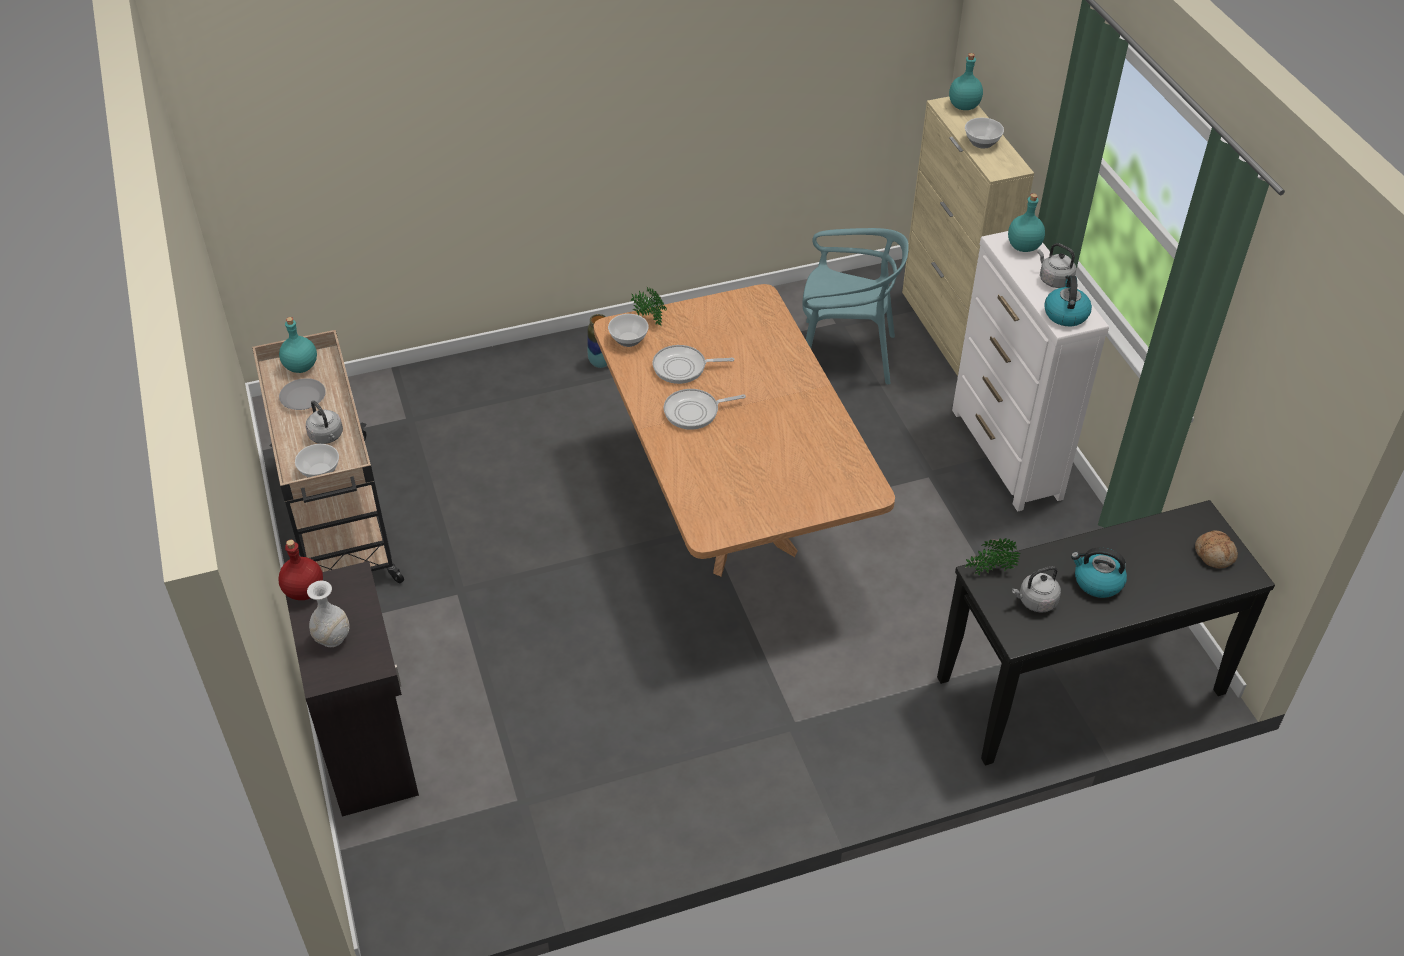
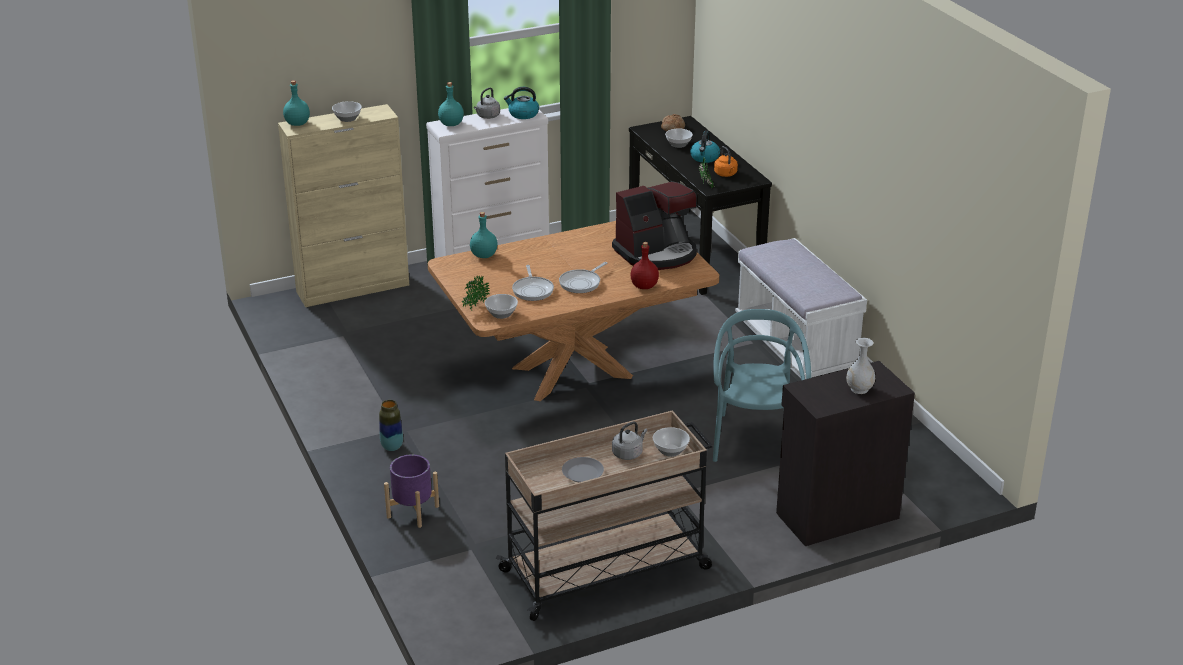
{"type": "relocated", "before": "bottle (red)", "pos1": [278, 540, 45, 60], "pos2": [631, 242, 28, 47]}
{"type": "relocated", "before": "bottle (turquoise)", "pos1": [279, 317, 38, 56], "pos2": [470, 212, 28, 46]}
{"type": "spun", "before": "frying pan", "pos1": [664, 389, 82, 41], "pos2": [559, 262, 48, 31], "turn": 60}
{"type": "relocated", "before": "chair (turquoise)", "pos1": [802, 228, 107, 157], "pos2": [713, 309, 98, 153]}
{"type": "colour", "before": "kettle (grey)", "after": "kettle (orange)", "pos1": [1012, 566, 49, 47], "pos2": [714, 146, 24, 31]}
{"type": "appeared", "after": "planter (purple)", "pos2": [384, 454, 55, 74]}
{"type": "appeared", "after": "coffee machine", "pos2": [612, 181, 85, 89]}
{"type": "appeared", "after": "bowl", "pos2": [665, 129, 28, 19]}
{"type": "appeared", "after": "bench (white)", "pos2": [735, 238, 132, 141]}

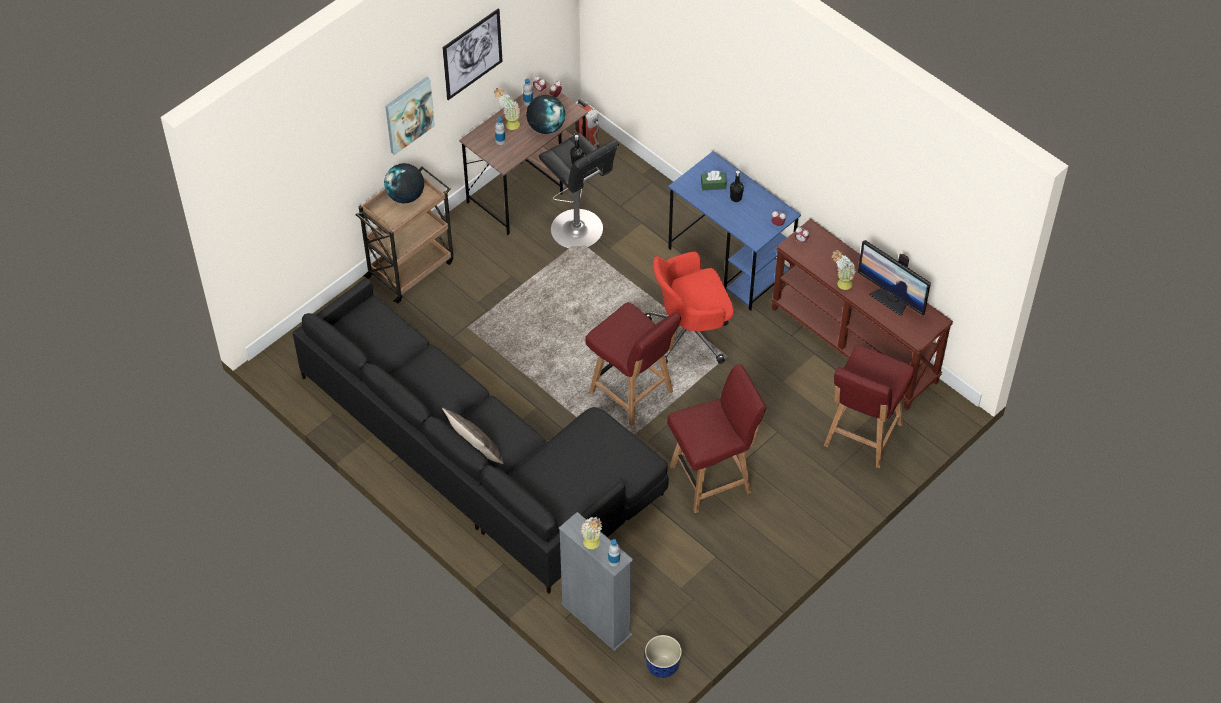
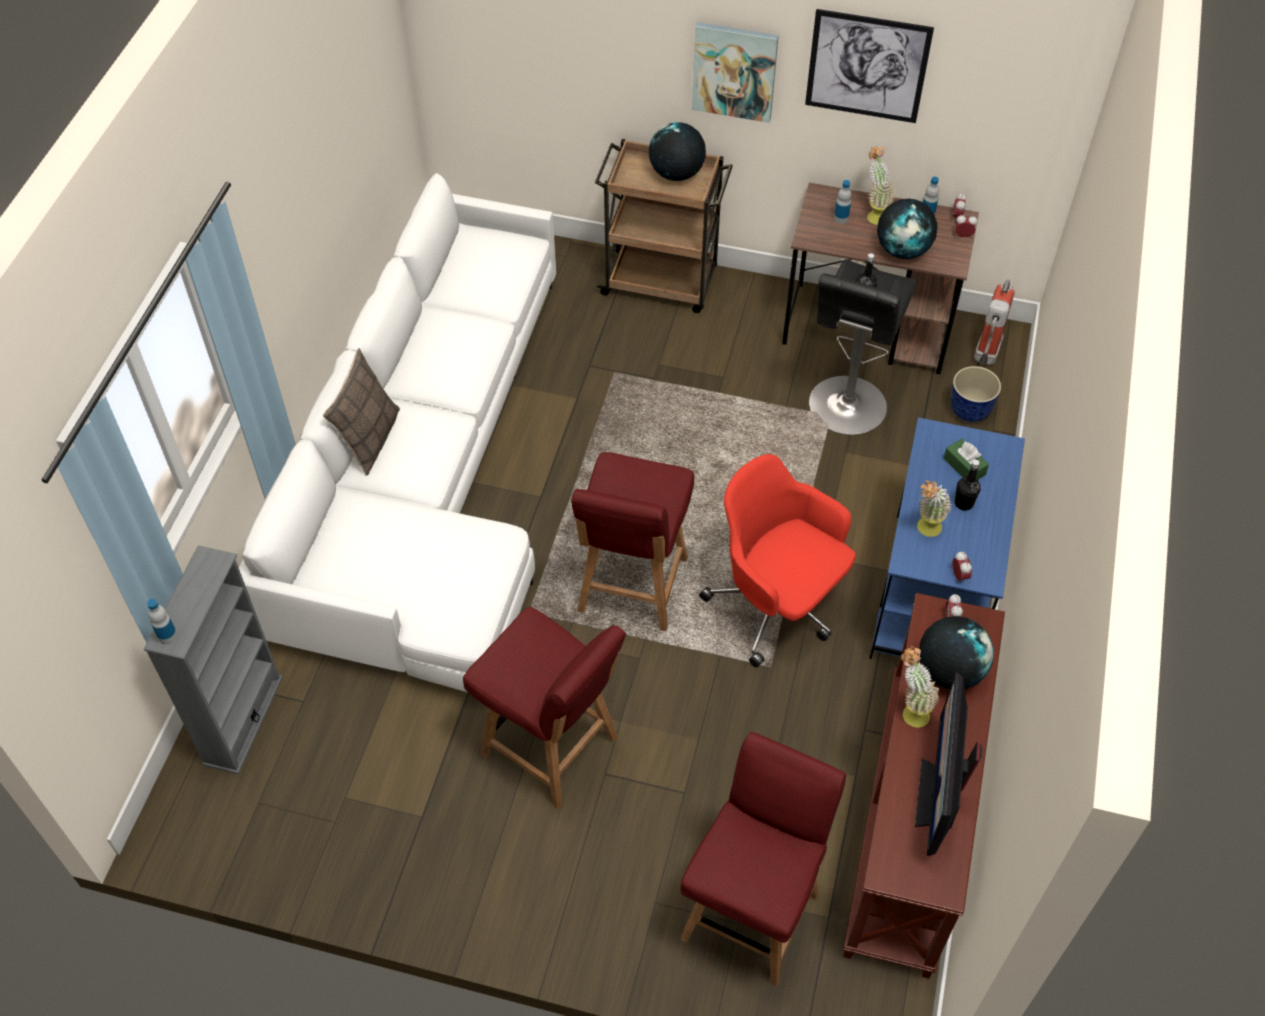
{"type": "colour", "before": "sofa (black)", "after": "sofa (white)", "pos1": [292, 278, 377, 316], "pos2": [239, 173, 317, 519]}
{"type": "relocated", "before": "potted plant", "pos1": [581, 516, 21, 33], "pos2": [917, 480, 34, 57]}
{"type": "relocated", "before": "planter", "pos1": [645, 635, 37, 43], "pos2": [950, 366, 51, 56]}
{"type": "spun", "before": "chair (red)", "pos1": [824, 345, 91, 123], "pos2": [680, 732, 167, 254], "turn": 120}
{"type": "appeared", "after": "globe", "pos2": [919, 616, 75, 73]}

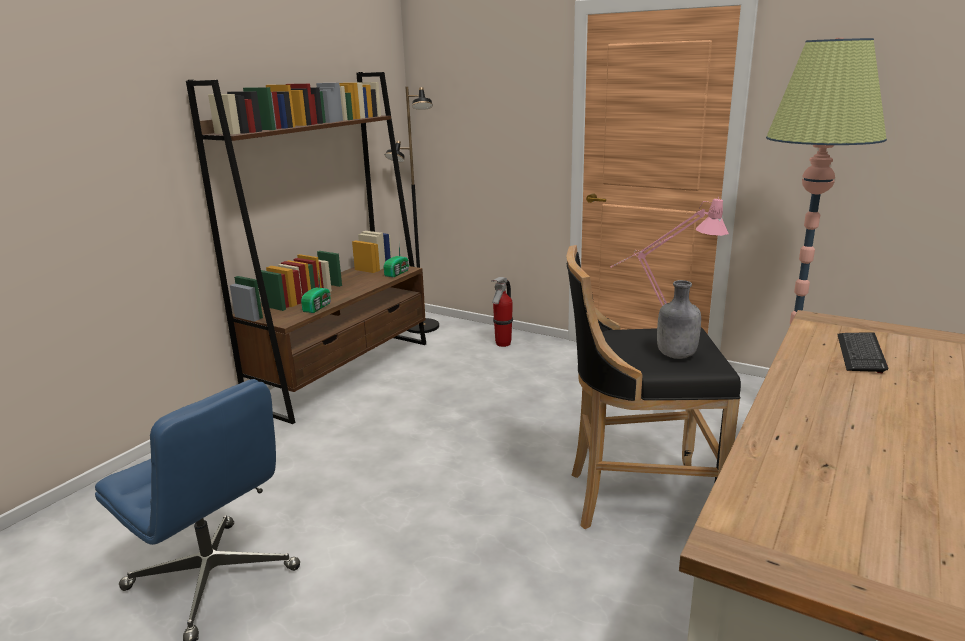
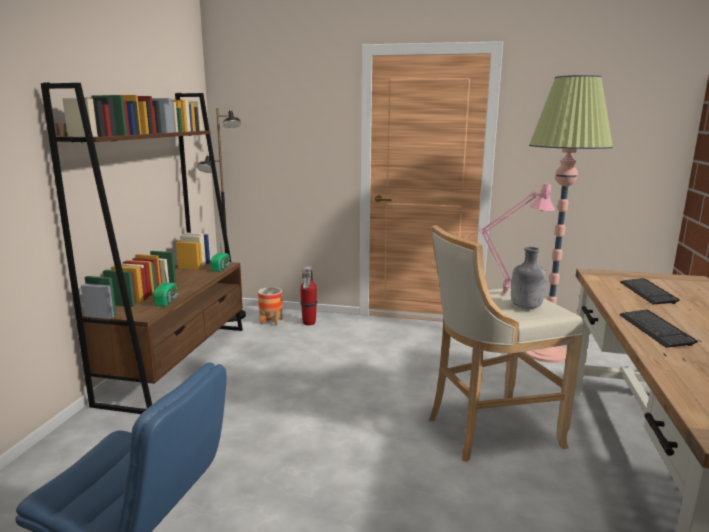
{"type": "colour", "before": "stool (black)", "after": "stool (beige)", "pos1": [566, 245, 175, 284], "pos2": [429, 225, 154, 237]}
{"type": "appeared", "after": "planter", "pos2": [258, 287, 25, 39]}
{"type": "appeared", "after": "keyboard", "pos2": [619, 310, 79, 38]}

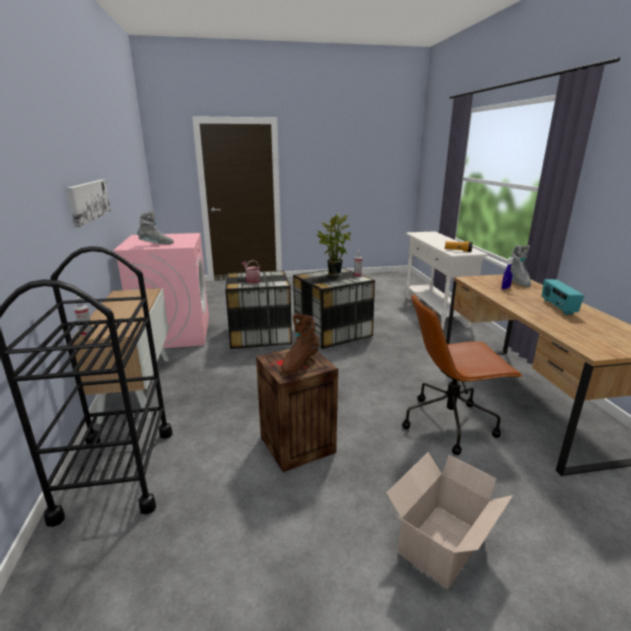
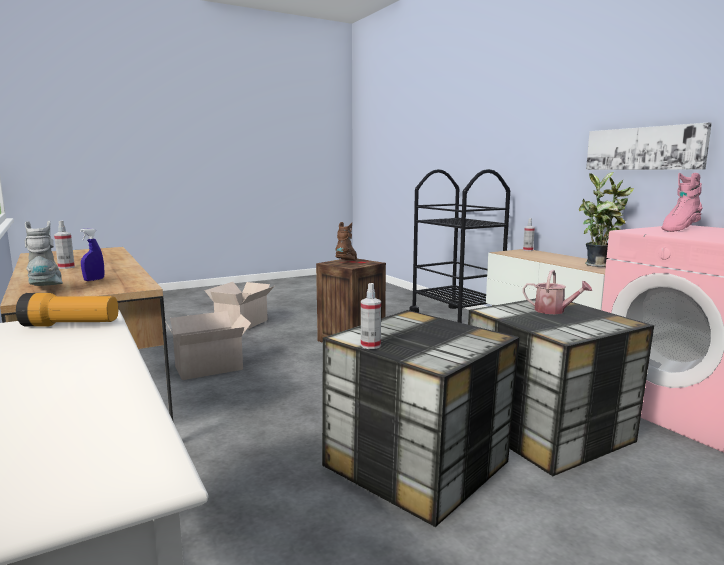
{"type": "colour", "before": "boot (grey)", "after": "boot (pink)", "pos1": [137, 210, 37, 34], "pos2": [662, 173, 40, 59]}
{"type": "relocated", "before": "potted plant", "pos1": [317, 213, 34, 63], "pos2": [579, 172, 55, 95]}
{"type": "exchanged", "before": "office chair (brown)", "after": "cardboard box", "pos1": [402, 293, 120, 162], "pos2": [165, 311, 86, 69]}
{"type": "exchanged", "before": "radio", "after": "spray bottle", "pos1": [542, 279, 42, 36], "pos2": [54, 221, 21, 48]}

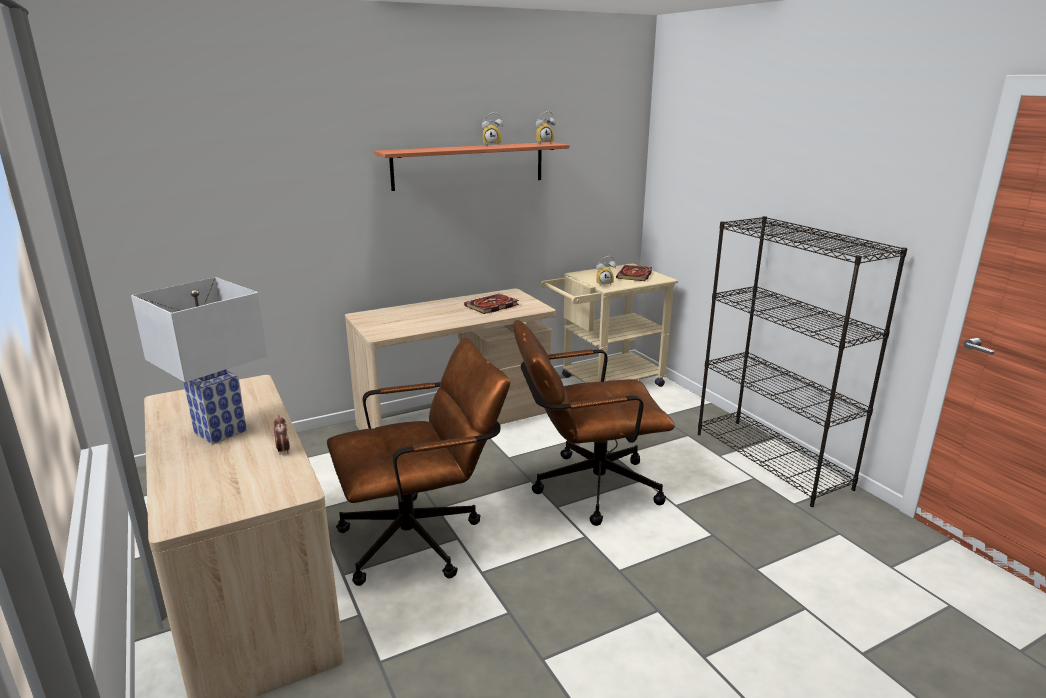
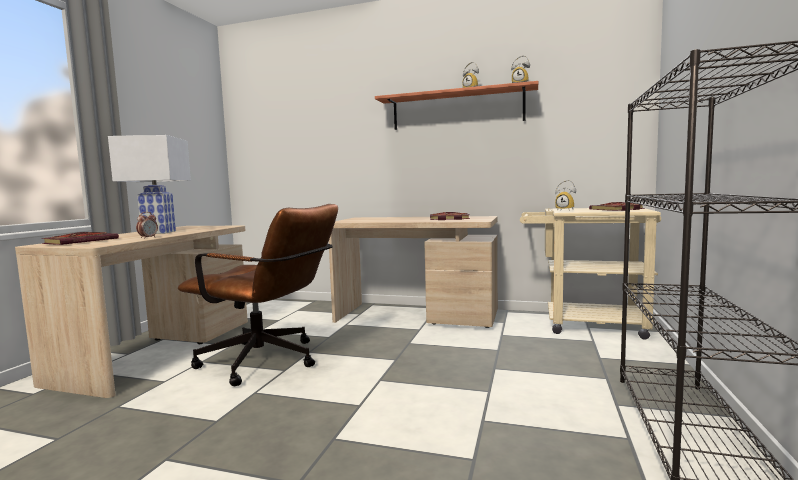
{"type": "missing", "before": "office chair (brown)", "pos1": [513, 320, 162, 206]}
{"type": "appeared", "after": "book", "pos2": [41, 232, 78, 13]}

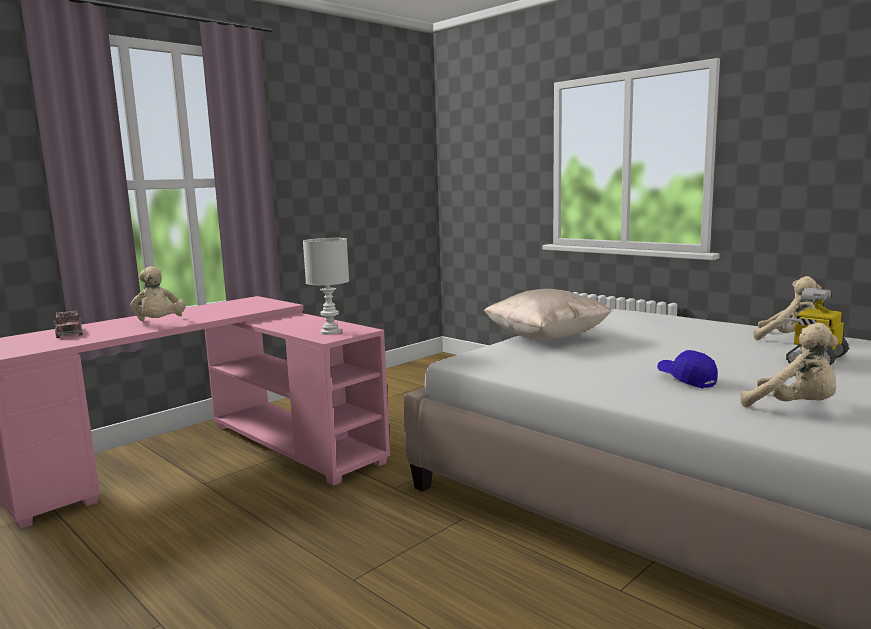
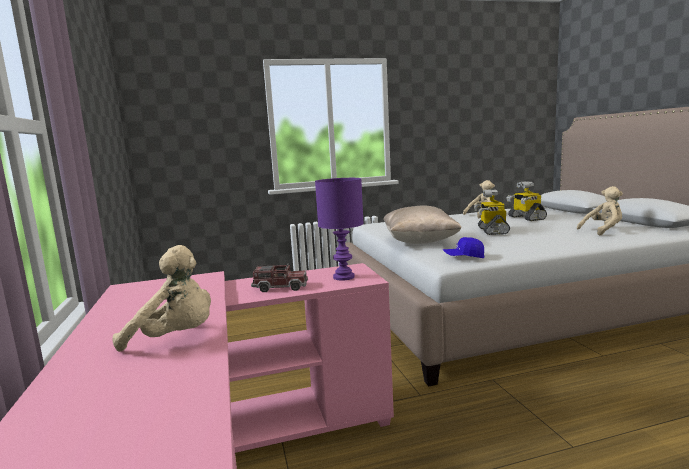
{"type": "relocated", "before": "toy truck", "pos1": [53, 309, 30, 29], "pos2": [251, 263, 57, 29]}
{"type": "colour", "before": "table lamp (white)", "after": "table lamp (purple)", "pos1": [303, 238, 46, 97], "pos2": [315, 178, 49, 103]}
{"type": "relocated", "before": "cap (blue)", "pos1": [657, 350, 61, 38], "pos2": [443, 237, 41, 21]}
{"type": "appeared", "after": "toy robot", "pos2": [474, 189, 36, 46]}

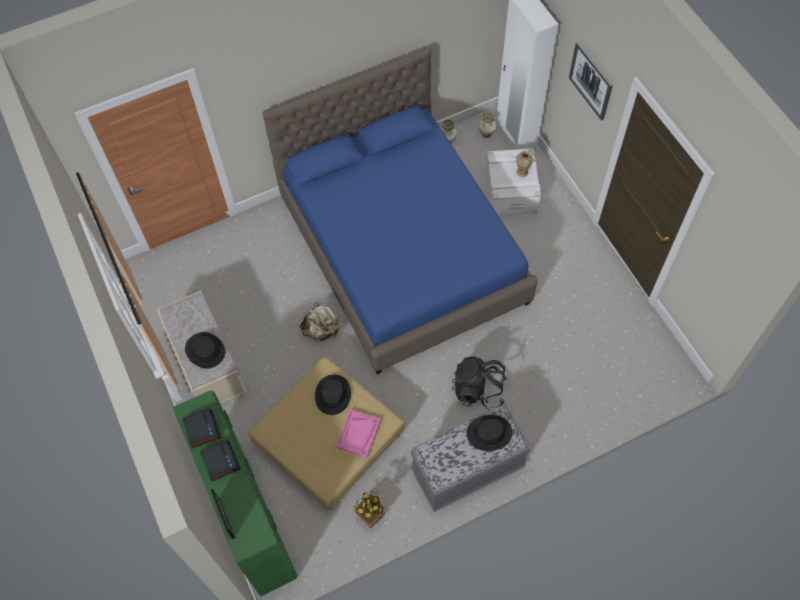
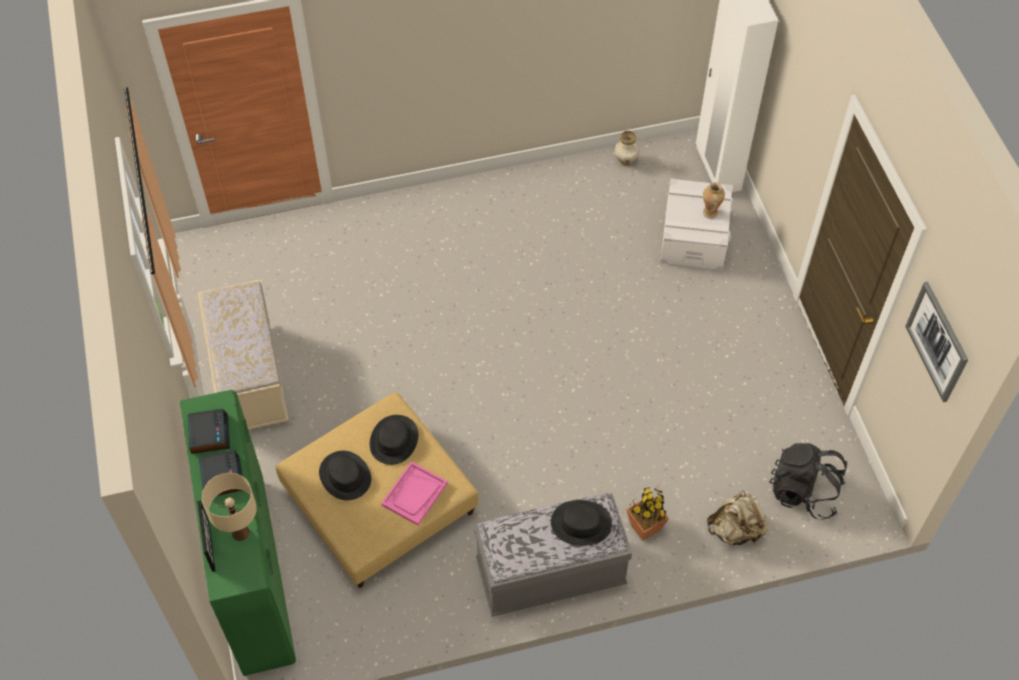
{"type": "relocated", "before": "hat (black)", "pos1": [185, 332, 40, 37], "pos2": [319, 451, 52, 49]}
{"type": "missing", "before": "bed (blue)", "pos1": [263, 47, 274, 327]}
{"type": "relocated", "before": "backpack (beige)", "pos1": [300, 302, 42, 39], "pos2": [707, 490, 61, 55]}
{"type": "relocated", "before": "potted plant", "pos1": [353, 491, 34, 37], "pos2": [626, 487, 43, 54]}
{"type": "relocated", "before": "backpack (black)", "pos1": [452, 356, 55, 54], "pos2": [769, 443, 78, 77]}
{"type": "missing", "before": "vase", "pos1": [478, 112, 19, 26]}
{"type": "relocated", "before": "picture", "pos1": [569, 42, 44, 79], "pos2": [905, 282, 63, 120]}
{"type": "appeared", "after": "table lamp (beige)", "pos2": [202, 473, 55, 68]}

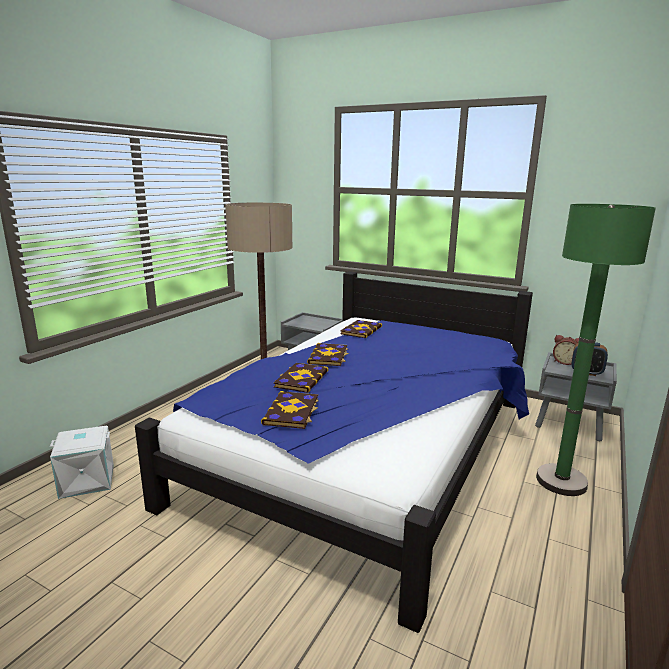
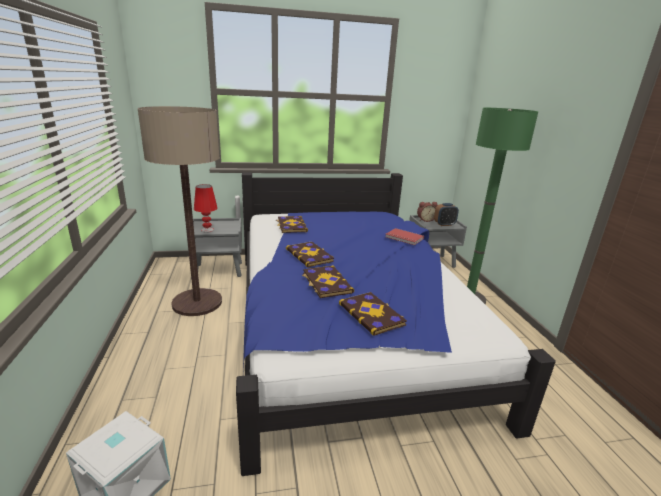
{"type": "appeared", "after": "table lamp (red)", "pos2": [194, 184, 24, 49]}
{"type": "appeared", "after": "book (red)", "pos2": [386, 228, 38, 17]}

